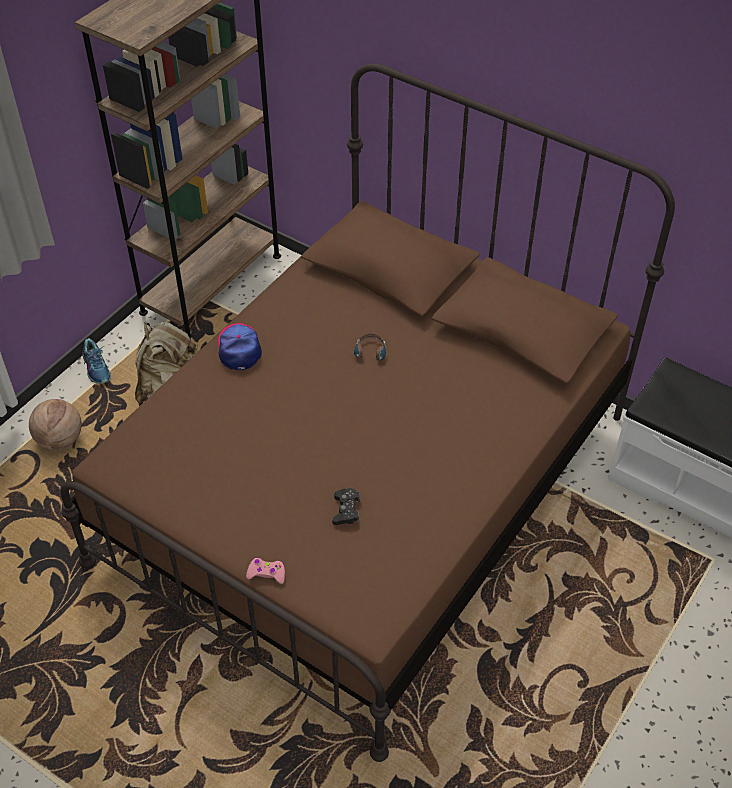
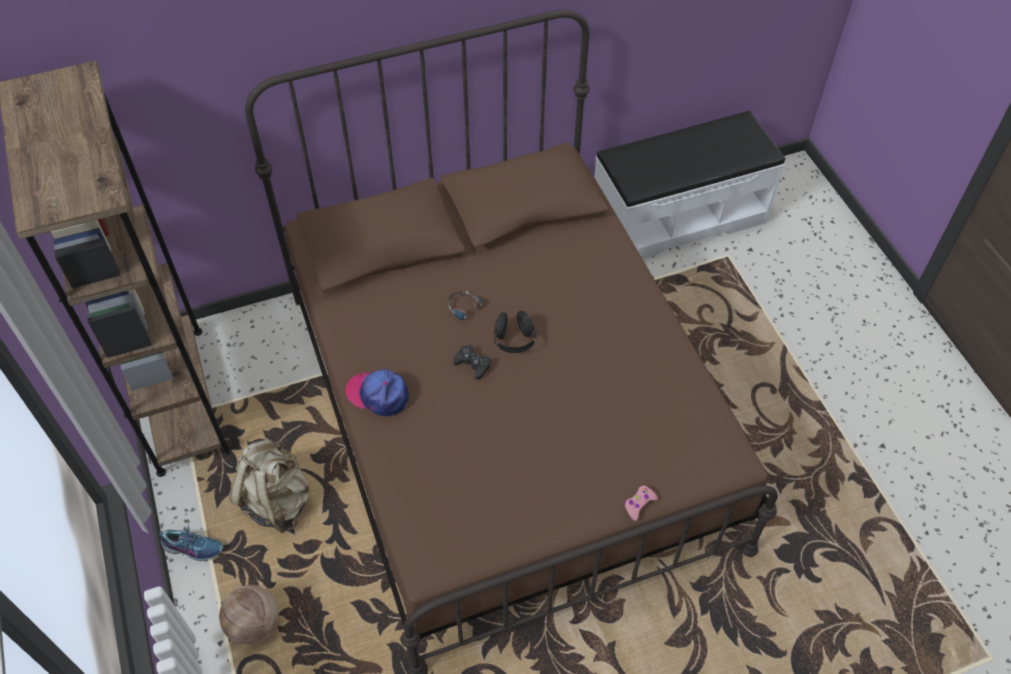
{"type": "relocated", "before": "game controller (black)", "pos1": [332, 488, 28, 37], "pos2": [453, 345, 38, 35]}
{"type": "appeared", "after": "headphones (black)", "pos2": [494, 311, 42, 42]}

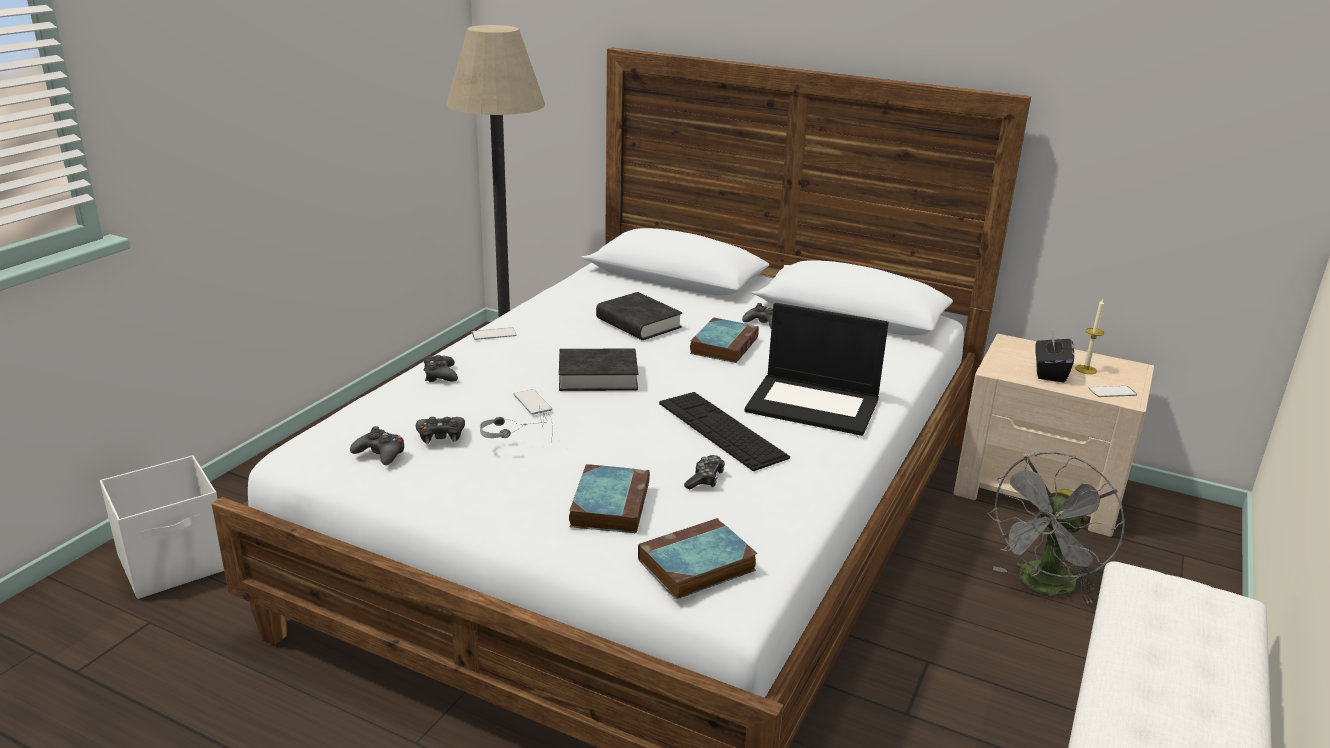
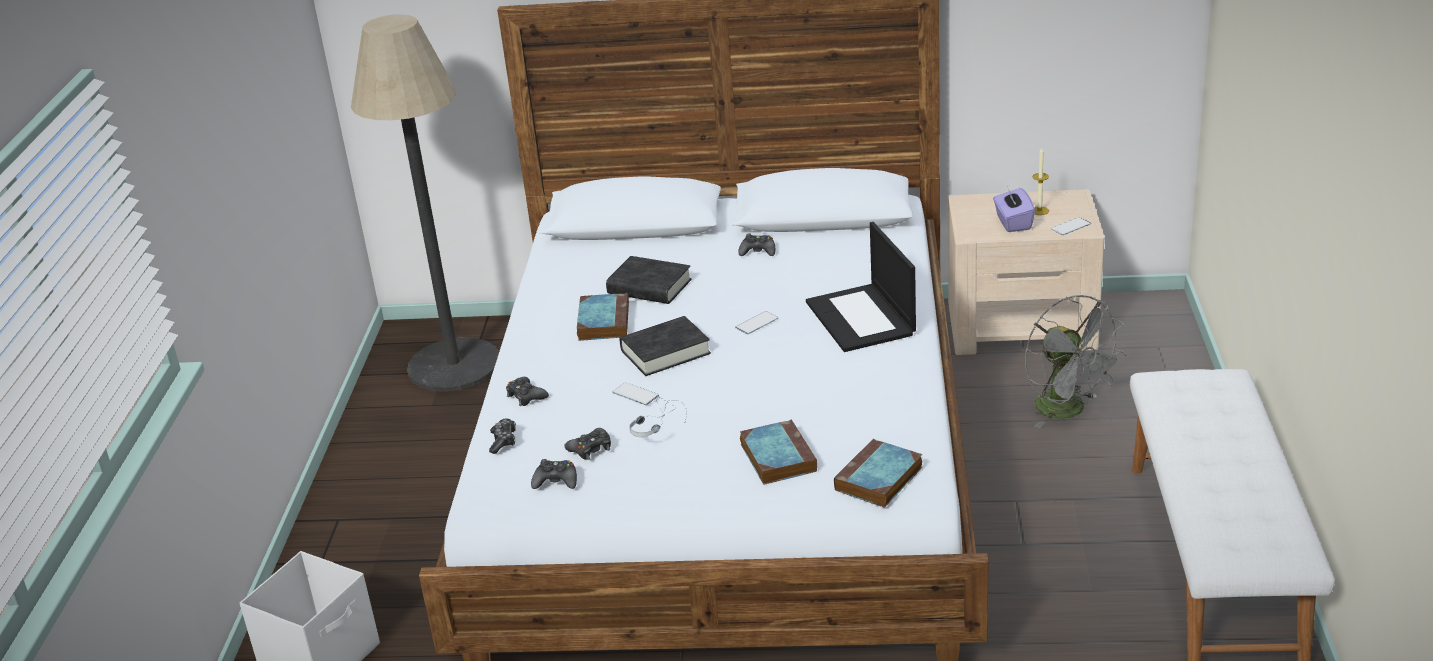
{"type": "relocated", "before": "phone", "pos1": [471, 327, 46, 13], "pos2": [735, 311, 43, 23]}
{"type": "missing", "before": "keyboard", "pos1": [659, 392, 131, 79]}
{"type": "relocated", "before": "game controller", "pos1": [684, 455, 41, 34], "pos2": [489, 418, 27, 36]}
{"type": "relocated", "before": "book", "pos1": [690, 317, 69, 46], "pos2": [577, 293, 52, 48]}
{"type": "spun", "before": "laptop", "pos1": [745, 303, 144, 133], "pos2": [806, 222, 110, 130], "turn": 75}
{"type": "spun", "before": "fan (grey)", "pos1": [987, 452, 138, 152], "pos2": [1025, 295, 101, 133], "turn": -45}
{"type": "colour", "before": "tissue box (black)", "after": "tissue box (purple)", "pos1": [1035, 331, 39, 52], "pos2": [993, 186, 42, 46]}

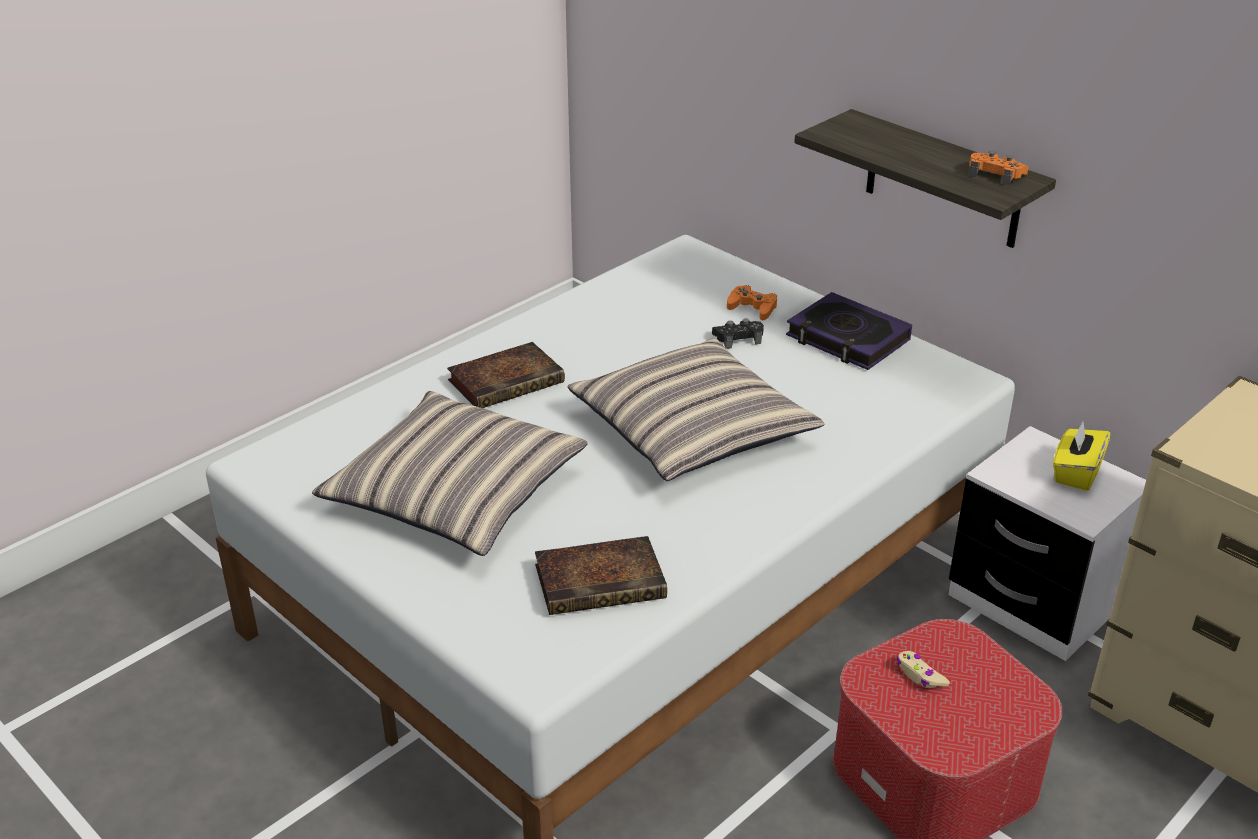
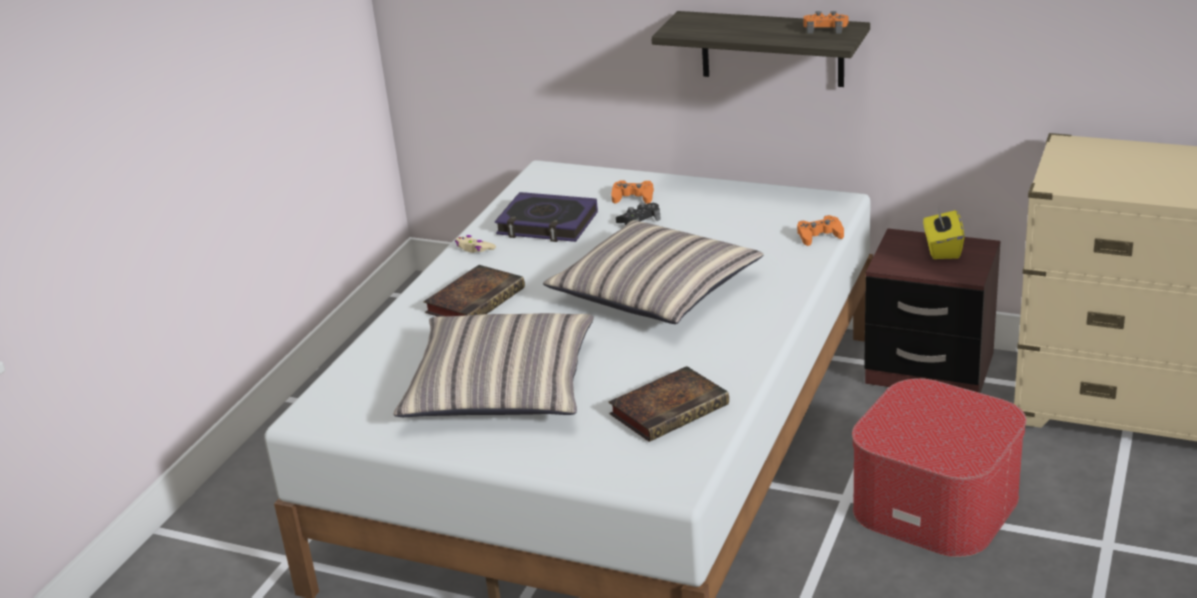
{"type": "relocated", "before": "book", "pos1": [786, 292, 126, 78], "pos2": [495, 192, 103, 50]}
{"type": "relocated", "before": "game controller (beige)", "pos1": [897, 651, 53, 37], "pos2": [455, 235, 41, 18]}
{"type": "colour", "before": "nightstand (white)", "after": "nightstand (brown)", "pos1": [948, 426, 198, 235], "pos2": [864, 228, 136, 165]}
{"type": "appeared", "after": "game controller (orange)", "pos2": [797, 215, 47, 31]}

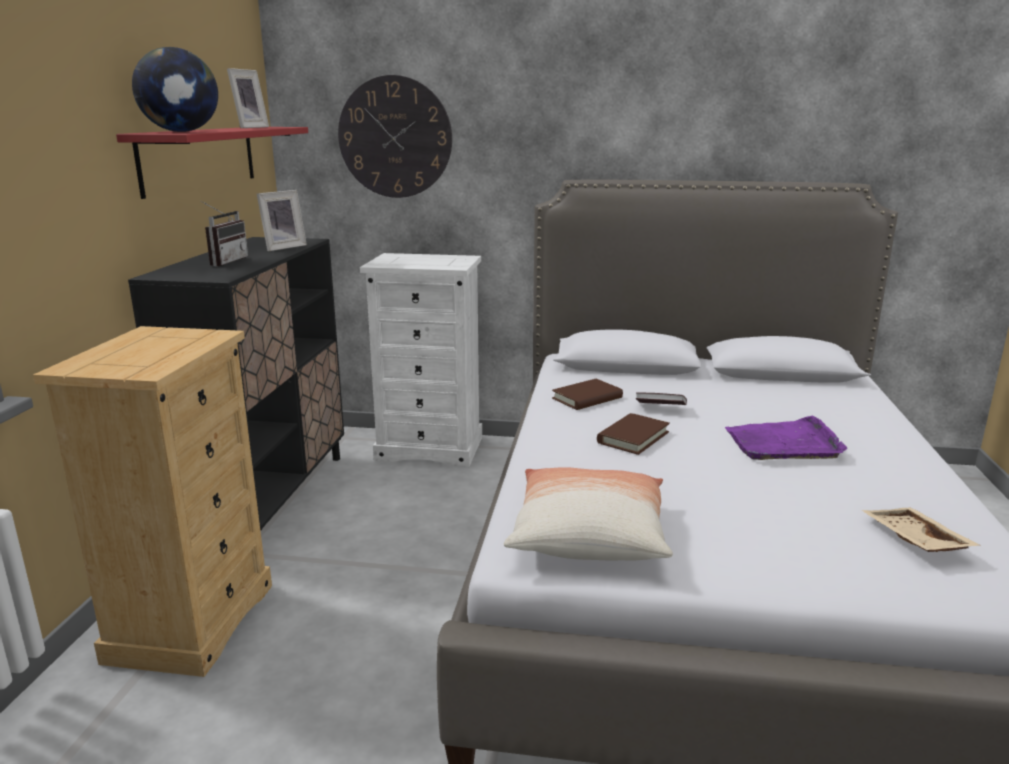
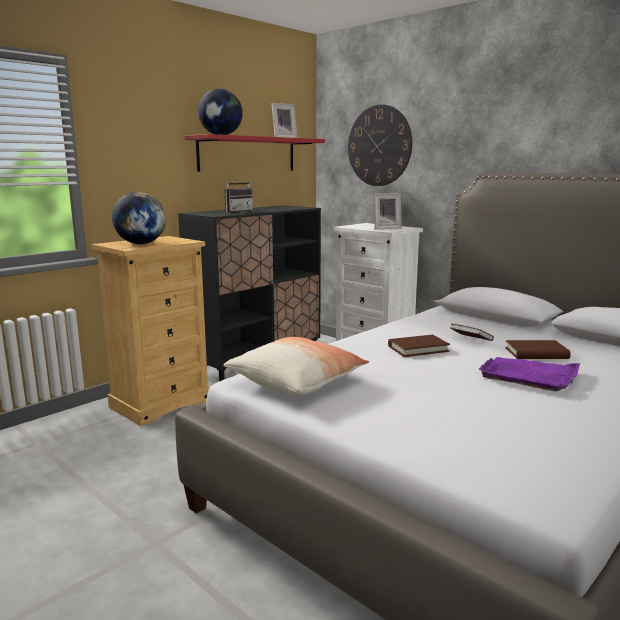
{"type": "relocated", "before": "picture frame", "pos1": [257, 190, 50, 61], "pos2": [374, 193, 28, 36]}
{"type": "relocated", "before": "book (brown)", "pos1": [552, 379, 71, 31], "pos2": [505, 340, 66, 19]}
{"type": "missing", "before": "tray (beige)", "pos1": [862, 507, 120, 45]}
{"type": "appeared", "after": "globe", "pos2": [112, 192, 54, 52]}

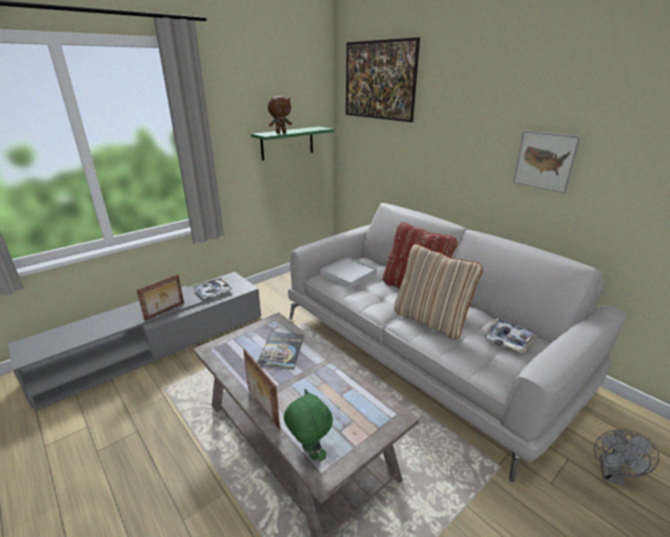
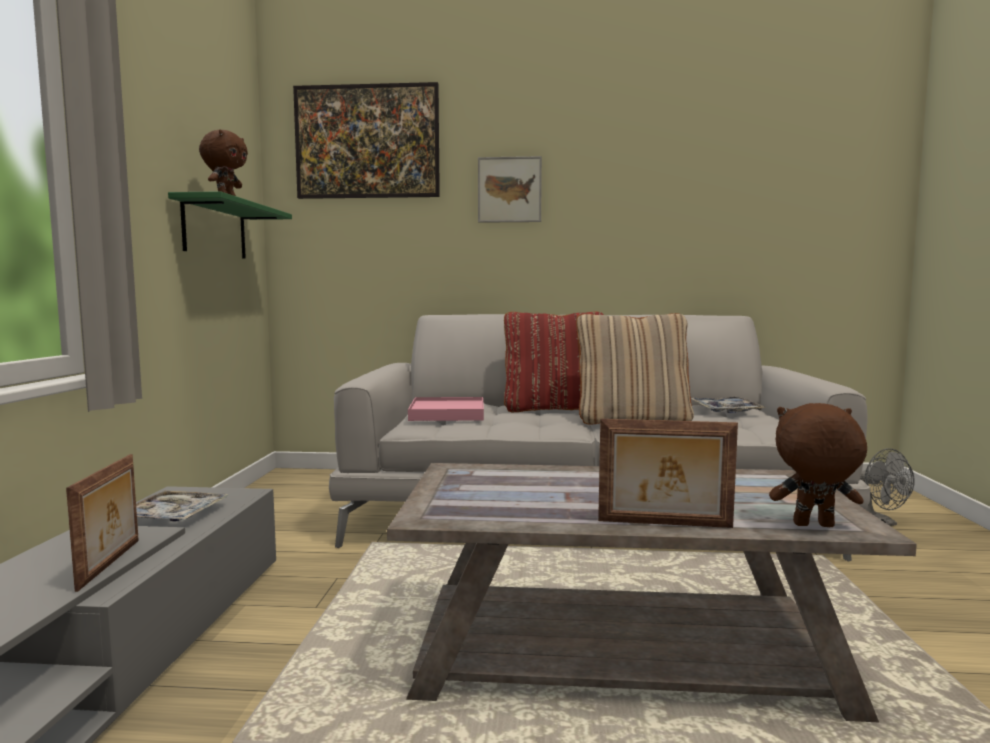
{"type": "missing", "before": "book", "pos1": [257, 332, 47, 38]}
{"type": "colour", "before": "plush toy (green)", "after": "plush toy (brown)", "pos1": [284, 389, 49, 72], "pos2": [769, 403, 98, 124]}
{"type": "colour", "before": "tray (white)", "after": "tray (pink)", "pos1": [320, 257, 57, 31], "pos2": [408, 397, 76, 24]}
{"type": "relocated", "before": "picture", "pos1": [513, 130, 68, 63], "pos2": [478, 156, 64, 67]}

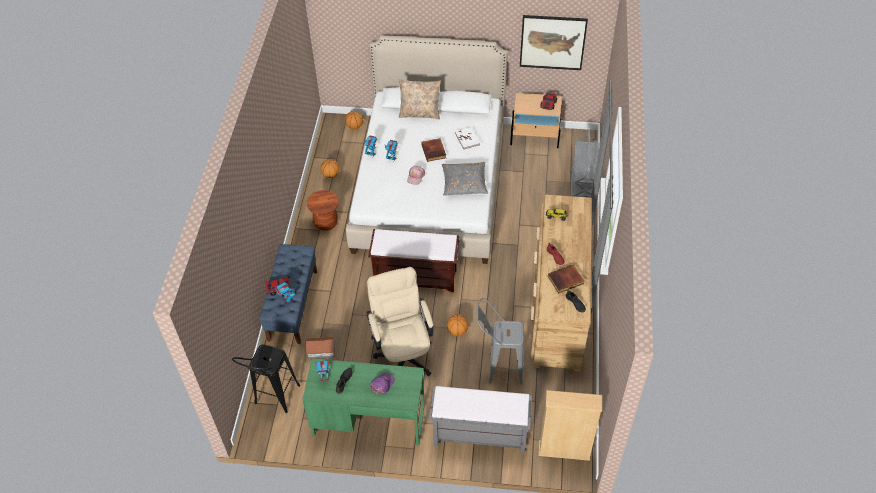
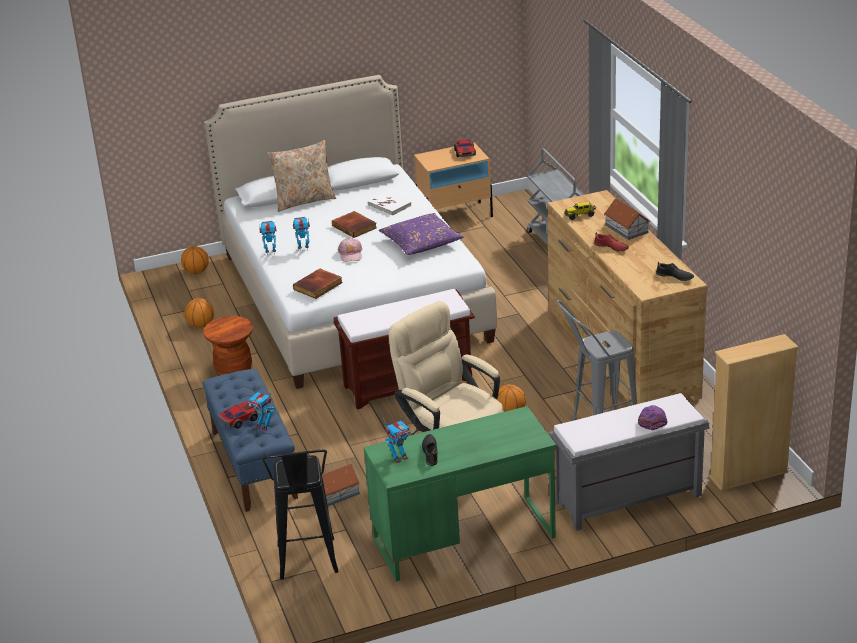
{"type": "relocated", "before": "cap (purple)", "pos1": [370, 373, 25, 21], "pos2": [638, 405, 30, 25]}
{"type": "colour", "before": "pillow (grey)", "after": "pillow (purple)", "pos1": [442, 162, 46, 34], "pos2": [379, 213, 85, 42]}
{"type": "missing", "before": "picture", "pos1": [520, 15, 68, 55]}
{"type": "relocated", "before": "book", "pos1": [548, 265, 36, 28], "pos2": [293, 269, 50, 30]}
{"type": "appeared", "after": "toy house", "pos2": [604, 198, 46, 42]}

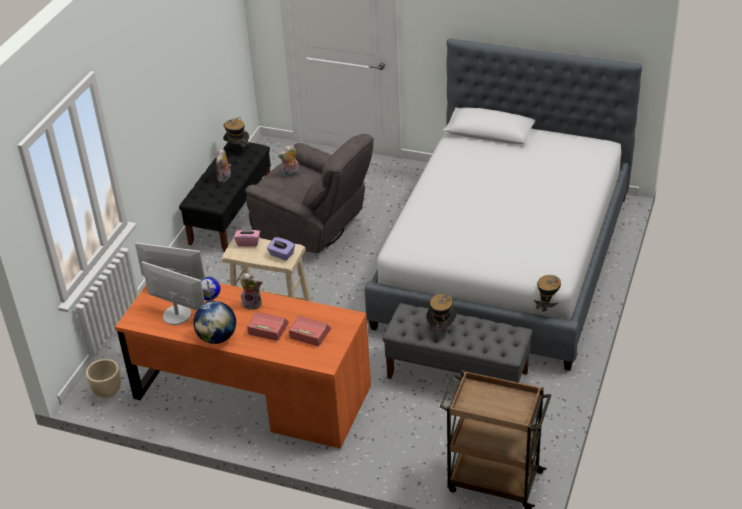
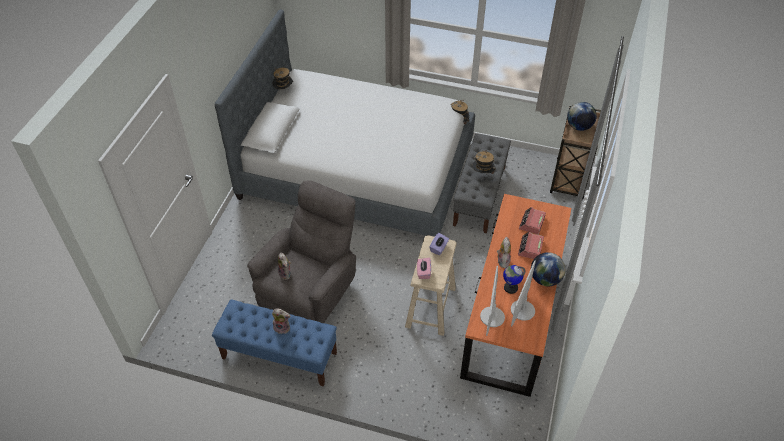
{"type": "missing", "before": "planter (beige)", "pos1": [86, 359, 35, 39]}
{"type": "colour", "before": "bench (black)", "after": "bench (blue)", "pos1": [179, 142, 92, 110], "pos2": [212, 299, 125, 88]}
{"type": "relocated", "before": "hat", "pos1": [223, 117, 28, 33], "pos2": [272, 68, 21, 22]}
{"type": "appeared", "after": "globe", "pos2": [567, 102, 30, 29]}

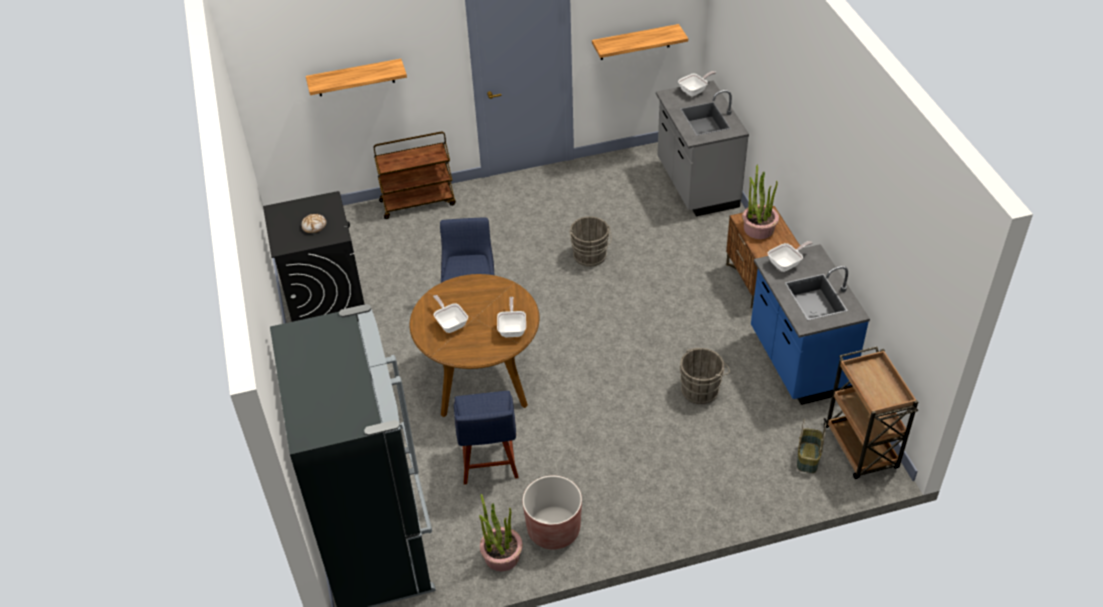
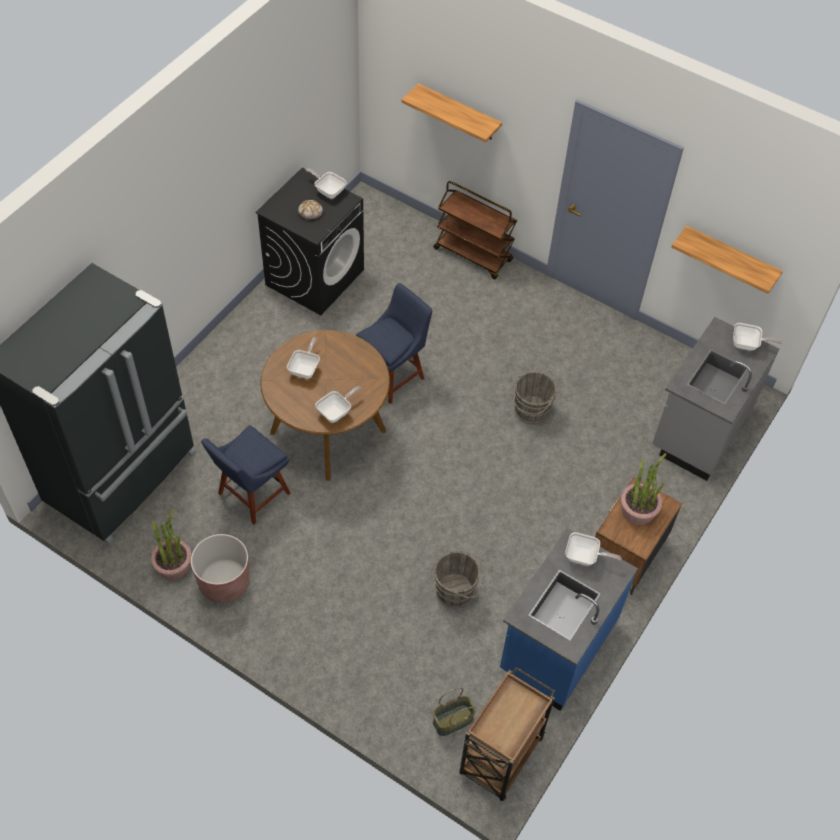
{"type": "appeared", "after": "frying pan", "pos2": [306, 168, 41, 31]}

